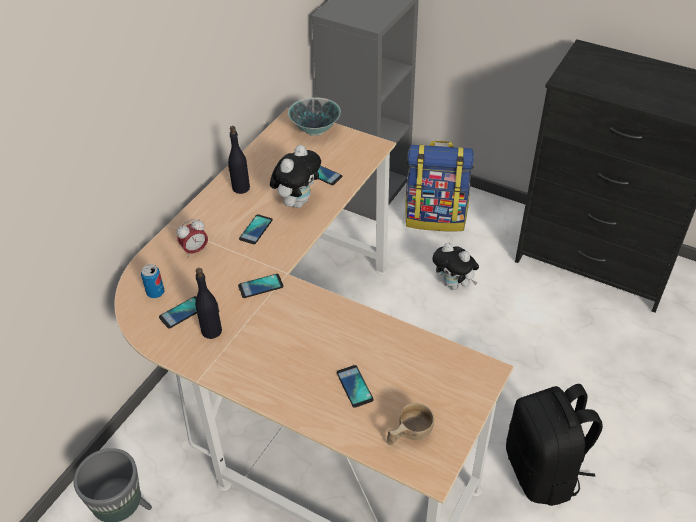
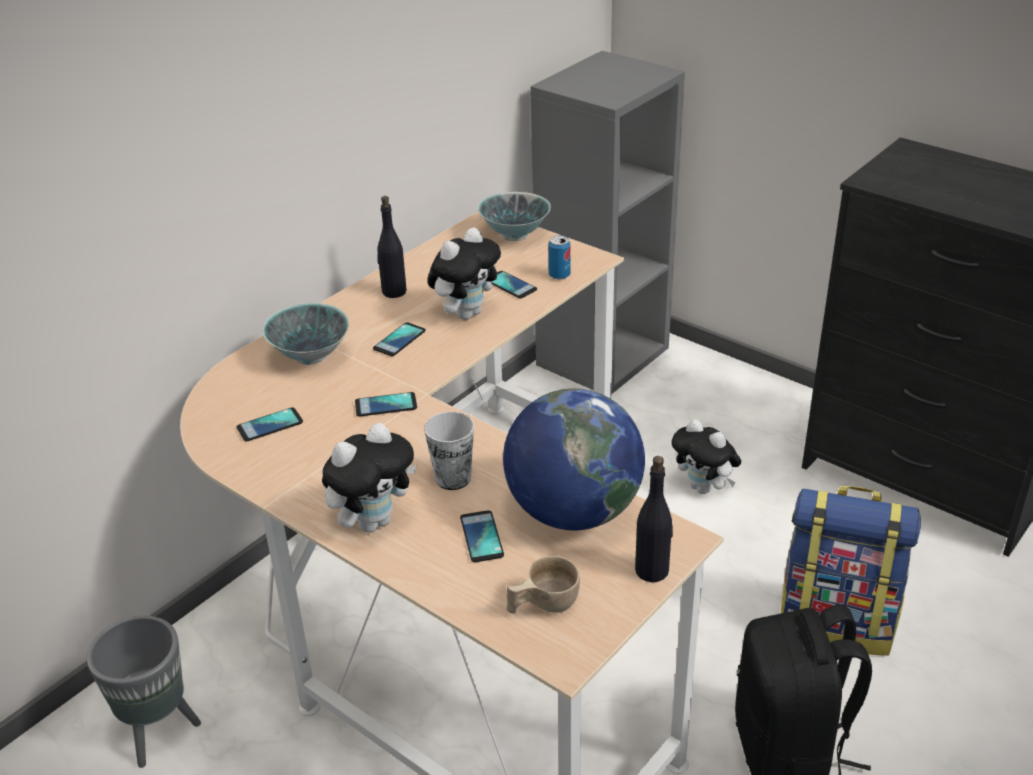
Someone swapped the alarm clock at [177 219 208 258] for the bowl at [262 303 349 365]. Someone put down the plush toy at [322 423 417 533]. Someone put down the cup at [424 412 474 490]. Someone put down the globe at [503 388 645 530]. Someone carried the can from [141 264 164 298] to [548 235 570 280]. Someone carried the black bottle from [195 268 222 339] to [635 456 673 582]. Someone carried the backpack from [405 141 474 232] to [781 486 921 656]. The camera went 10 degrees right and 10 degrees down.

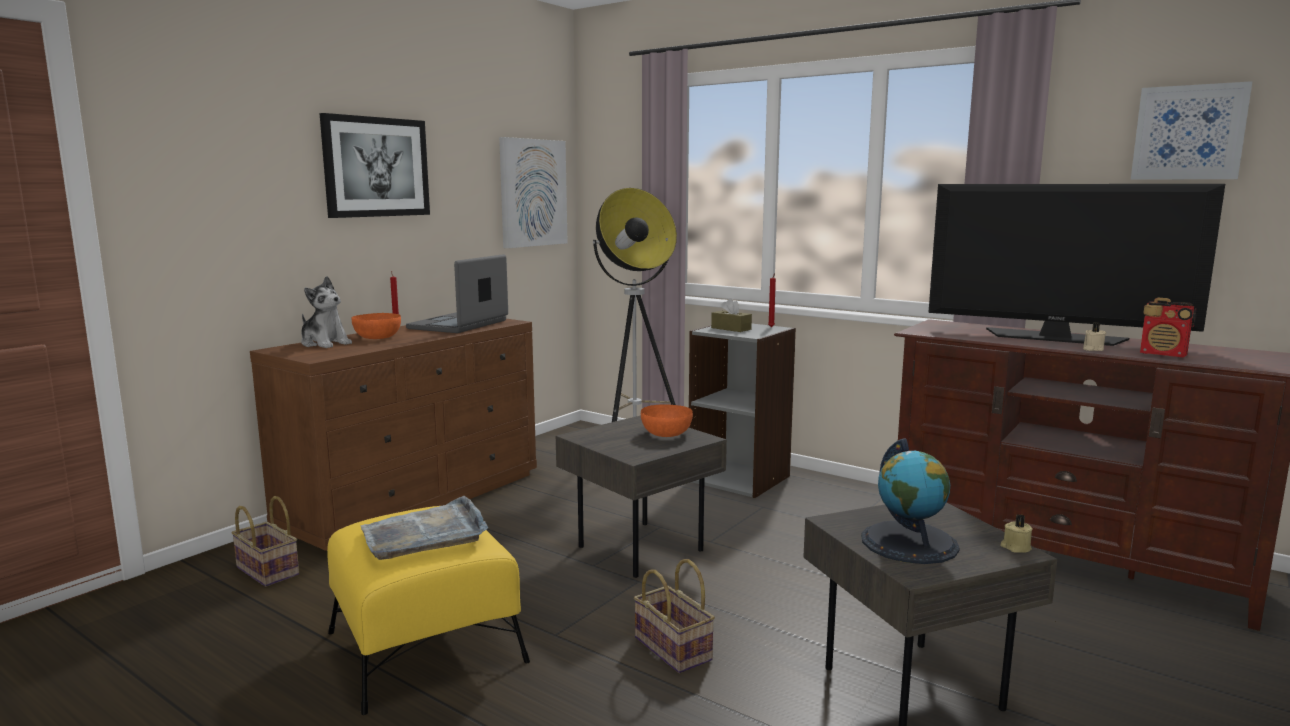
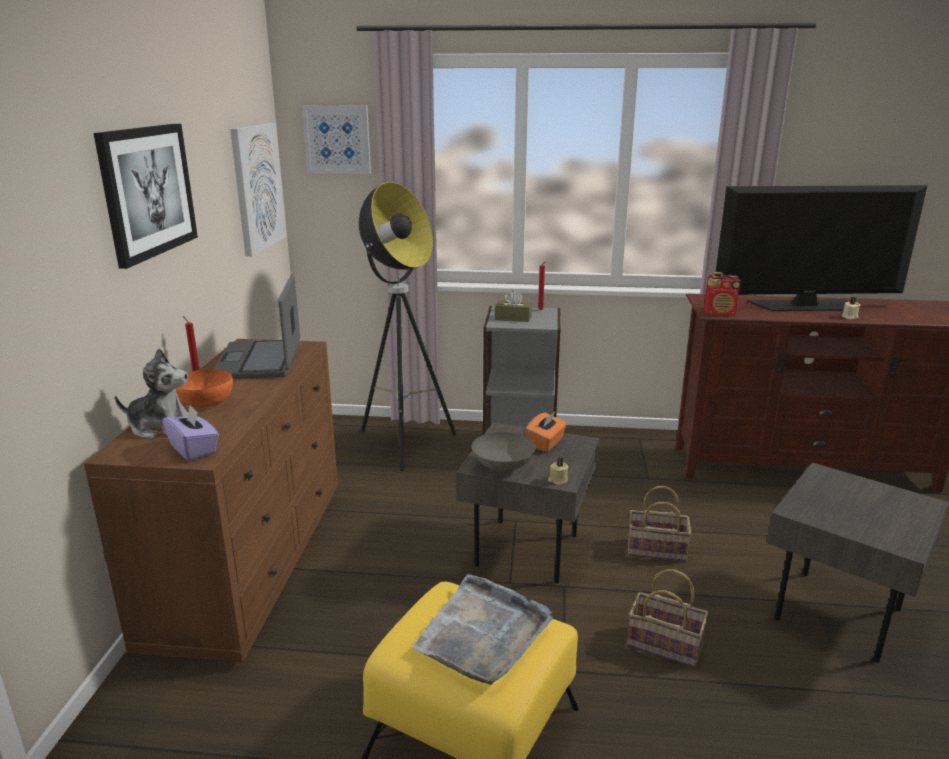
Someone put down the purple tissue box at [163 405 219 461]. Someone carried the picture from [1131 81 1252 180] to [302 105 371 174]. Someone put down the grey bowl at [471 432 536 472]. Someone swapped the orange bowl at [641 404 693 437] for the orange tissue box at [525 411 567 452]. Someone carried the beige candle from [1000 514 1033 553] to [548 458 568 485]. Someone carried the basket from [231 496 299 587] to [628 486 691 562]. Someone carried the radio from [1140 298 1197 357] to [704 272 741 315]. Someone took away the globe at [861 438 960 564]. The camera went 30 degrees left and 10 degrees up.

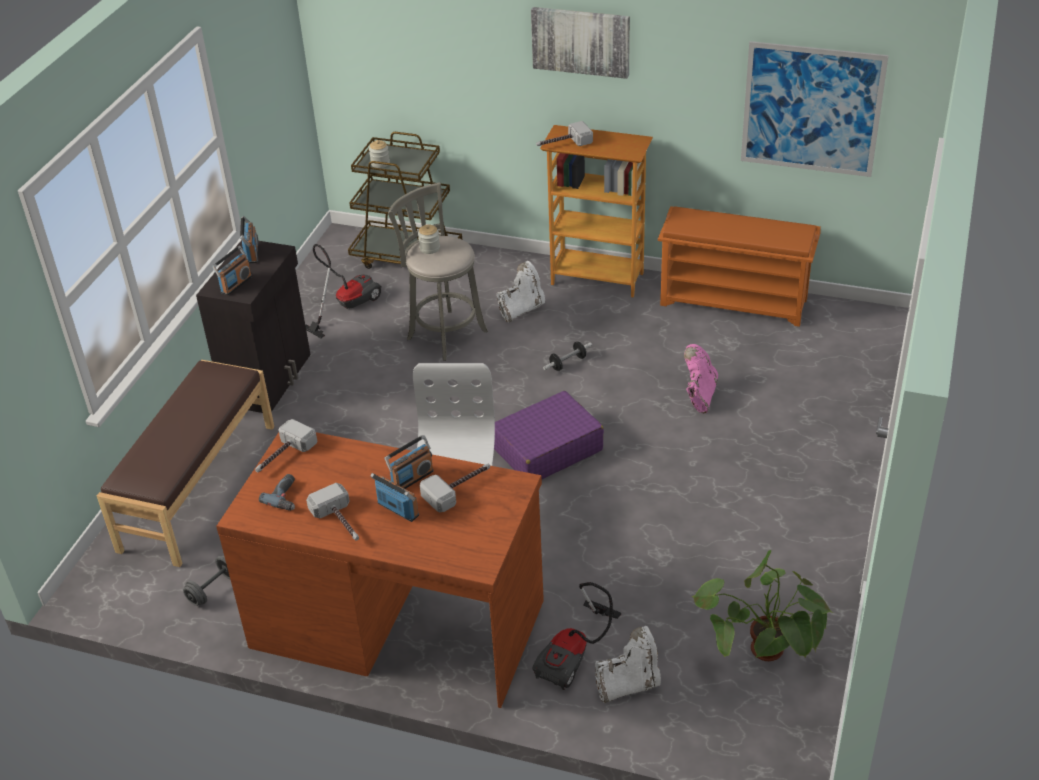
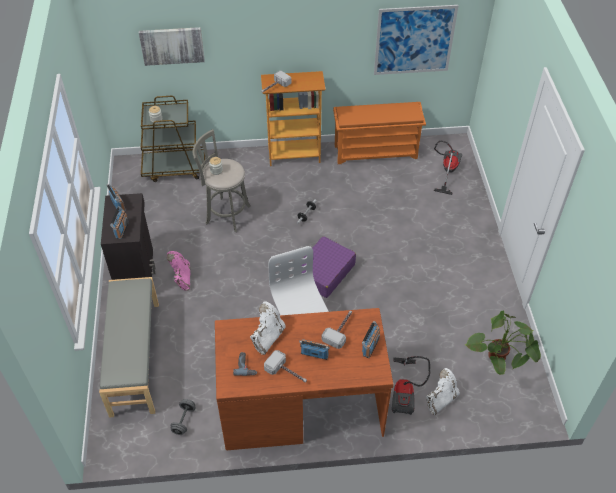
Someone repainted the brown bench at [97 360 274 567], which became the grey bench at [99 277 159 418]. Someone carried the picture from [531 7 630 79] to [139 27 205 66]. Someone carried the pink boot from [684 344 718 414] to [167 251 190 291]. Someone carried the white boot from [497 261 545 322] to [250 301 286 355]. Someone carried the radio from [385 435 433 489] to [362 321 380 358]. Someone carried the vacuum cleaner from [305 244 382 338] to [434 141 463 195]. Someone took away the hammer at [255 419 317 472]. The camera went 25 degrees left and 10 degrees up.

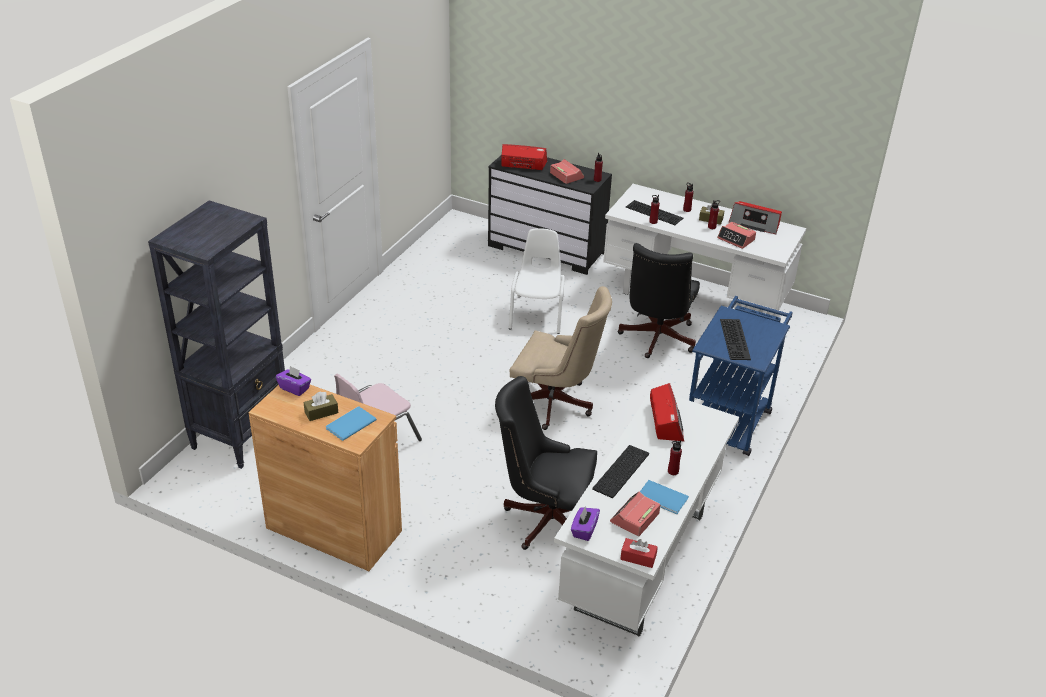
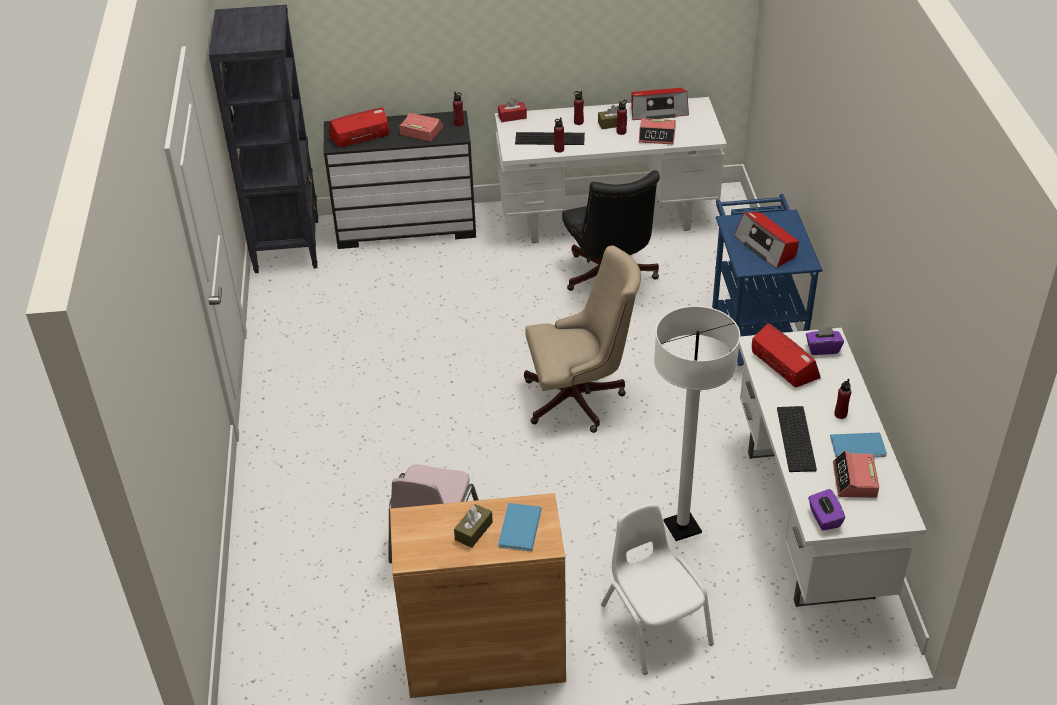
Someone carried the black bookcase from [148 200 285 469] to [209 5 318 273]. Someone carried the red tissue box from [620 538 658 568] to [498 98 527 122]. Someone carried the white chair from [509 228 565 334] to [601 503 714 675]. Someone swapped the black office chair at [495 376 597 550] for the white floor lamp at [654 306 740 541]. Someone swapped the keyboard at [720 319 751 360] for the radio at [734 212 799 268]. Someone carried the purple tissue box from [276 366 311 396] to [806 327 844 355]. The camera went 30 degrees left and 5 degrees up.

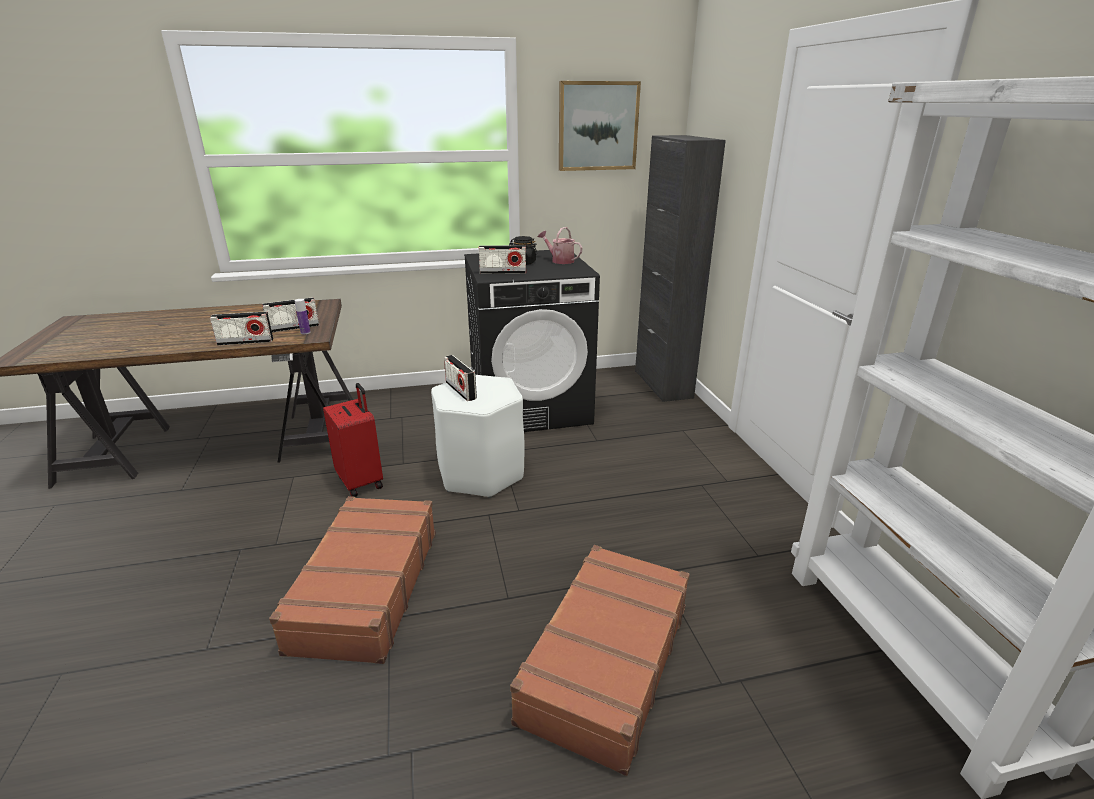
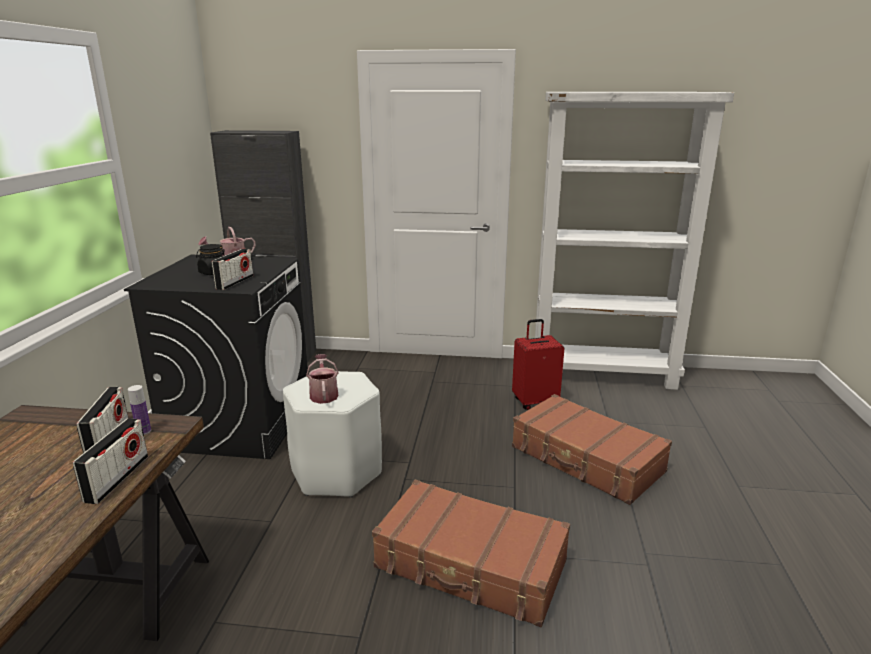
Someone swapped the radio at [444 355 477 401] for the watering can at [306 354 338 404]. Someone carried the red suitcase from [323 383 383 497] to [512 319 564 410]. Someone took away the picture at [559 81 641 171]. The camera went 70 degrees left and 5 degrees down.

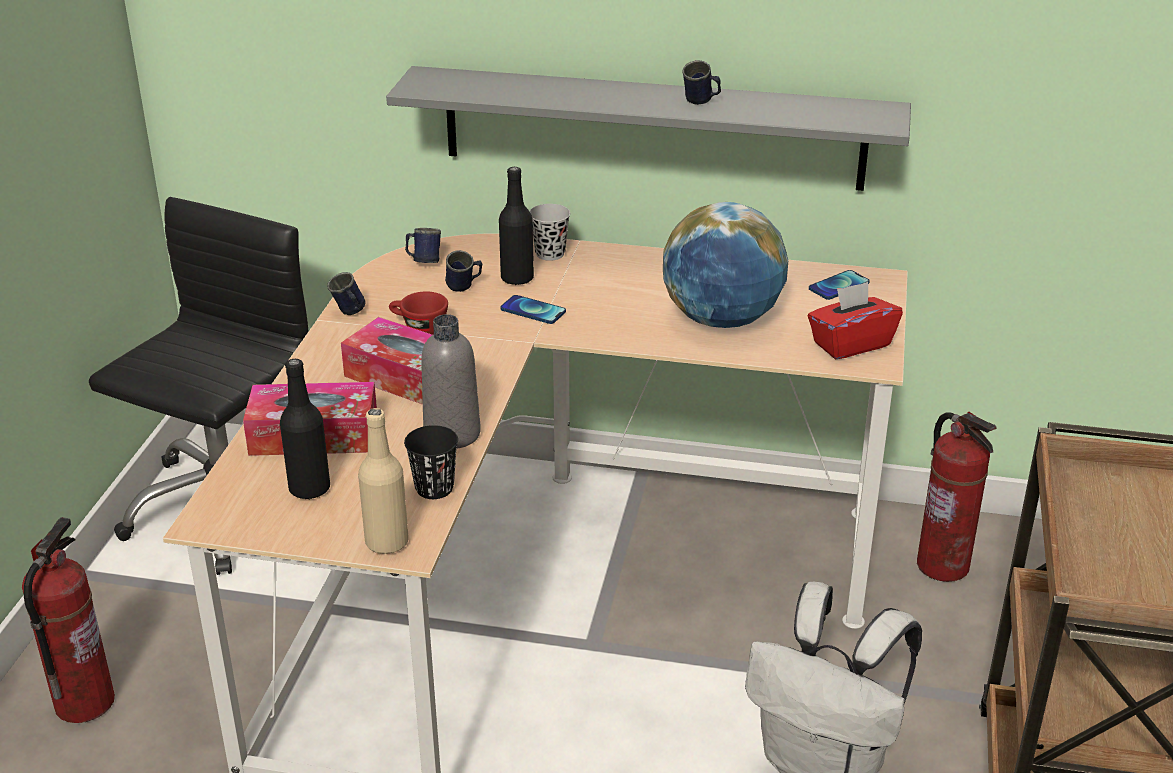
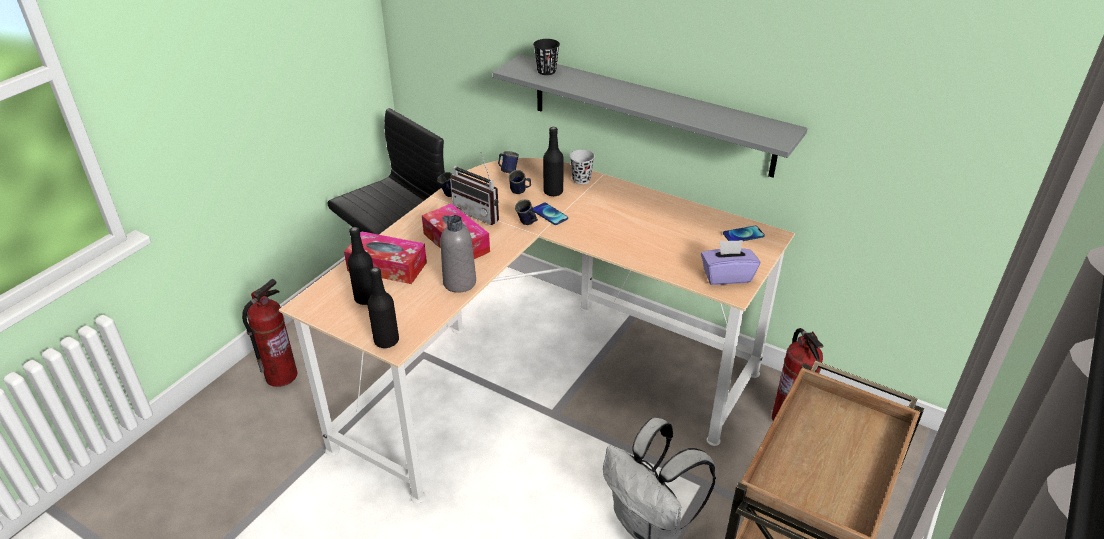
Someone repainted the beige bottle at [358 408 409 554], which became the black bottle at [367 267 399 348]. Someone swapped the red cup at [389 291 448 335] for the radio at [450 152 499 225]. Someone carried the blue mug from [682 60 721 105] to [515 199 538 225]. Someone carried the black cup from [404 425 458 499] to [533 39 560 75]. Someone repainted the red tissue box at [808 282 903 359], which became the purple tissue box at [701 240 760 285]. Someone took away the globe at [663 202 788 328]. The camera went 20 degrees right and 5 degrees up.

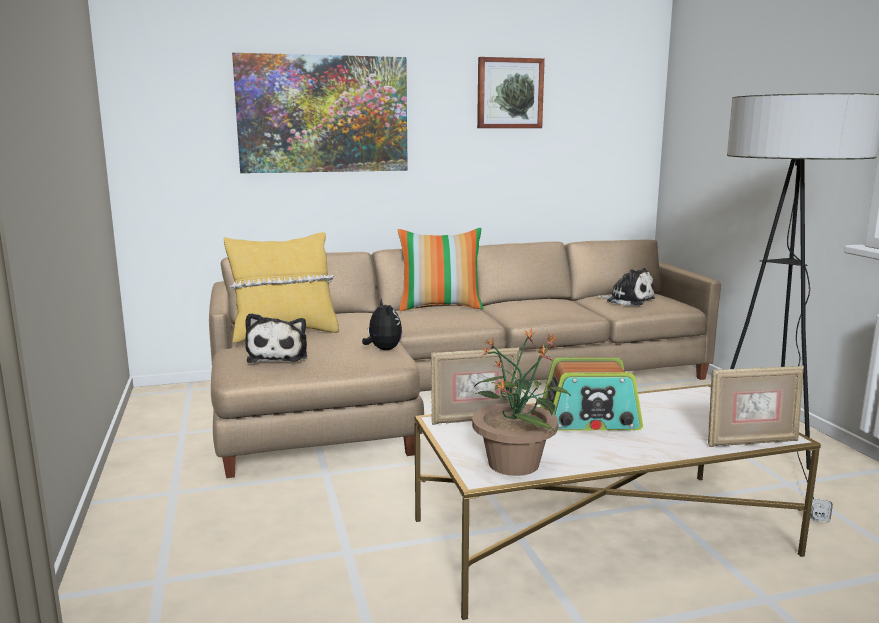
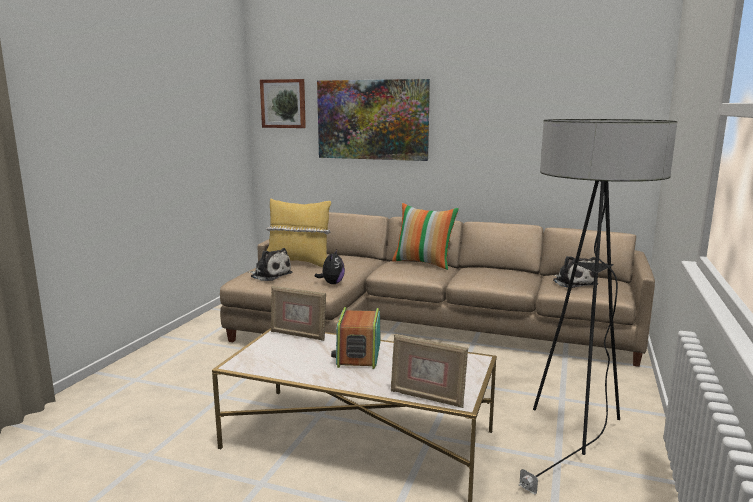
Someone rotated the plush toy at [245 313 307 363] by 90 degrees counterclockwise. Someone carried the picture from [477 57 545 128] to [260 79 306 128]. Someone rotated the radio at [540 357 643 431] by 60 degrees clockwise. Someone took away the potted plant at [472 328 570 476]. The camera went 35 degrees right and 0 degrees up.

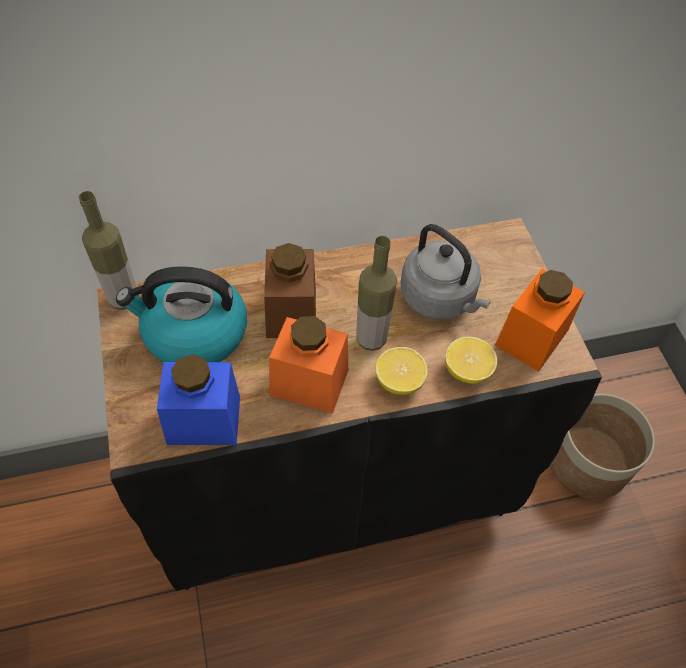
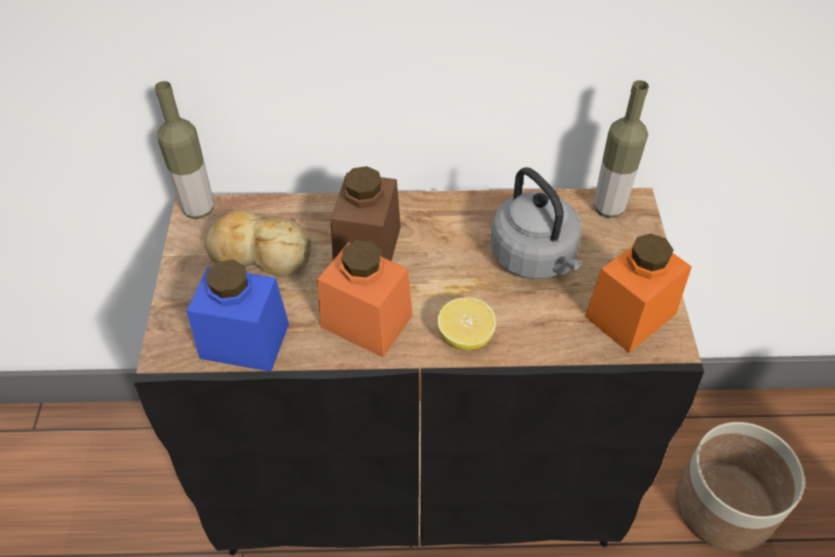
Someone swapped the kettle at [116 266 247 362] for the bread at [205 210 312 276]. Someone carried the bottle from [356 236 397 351] to [594 80 649 218]. Someone took away the lemon at [445 336 497 384]. The camera went 15 degrees right and 5 degrees down.

